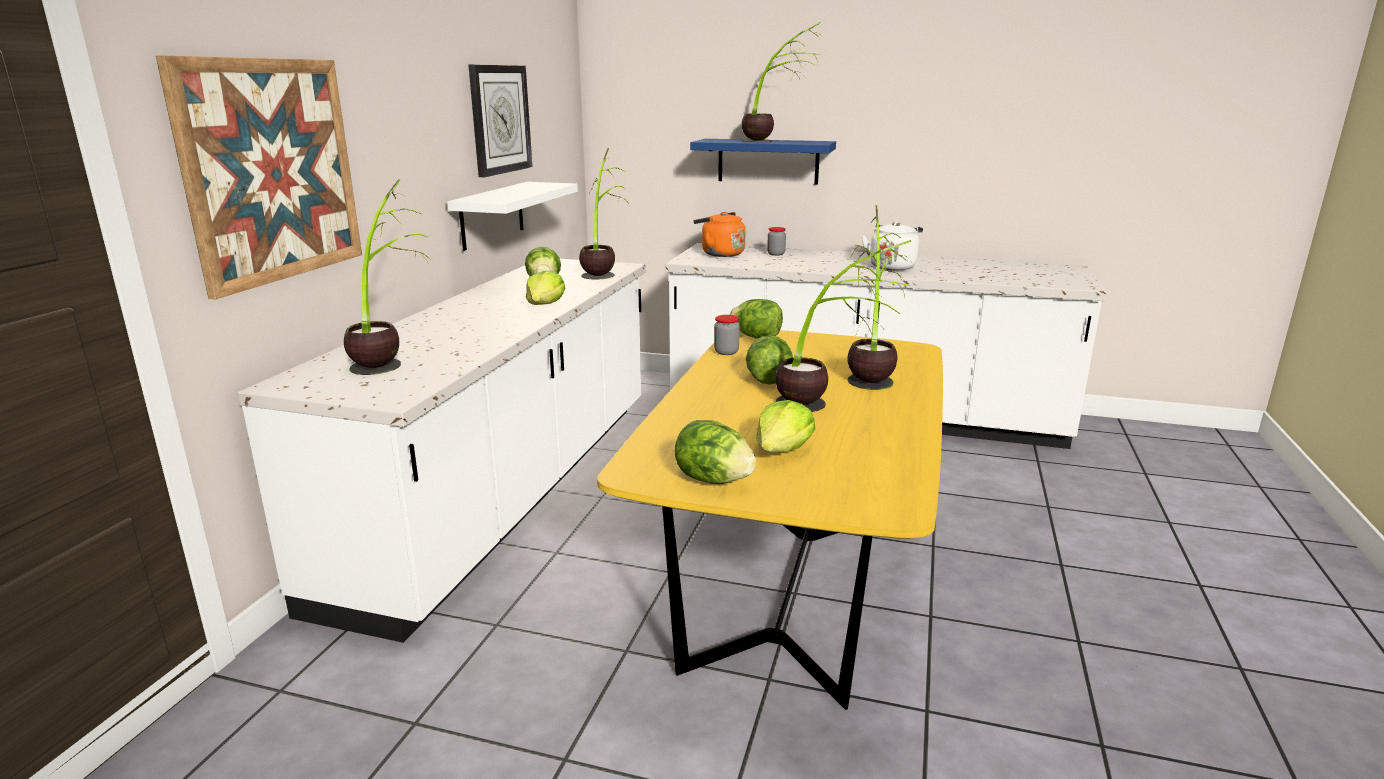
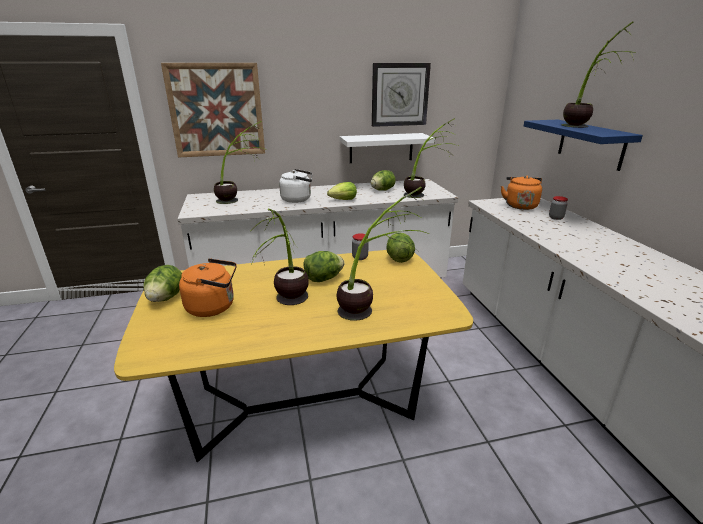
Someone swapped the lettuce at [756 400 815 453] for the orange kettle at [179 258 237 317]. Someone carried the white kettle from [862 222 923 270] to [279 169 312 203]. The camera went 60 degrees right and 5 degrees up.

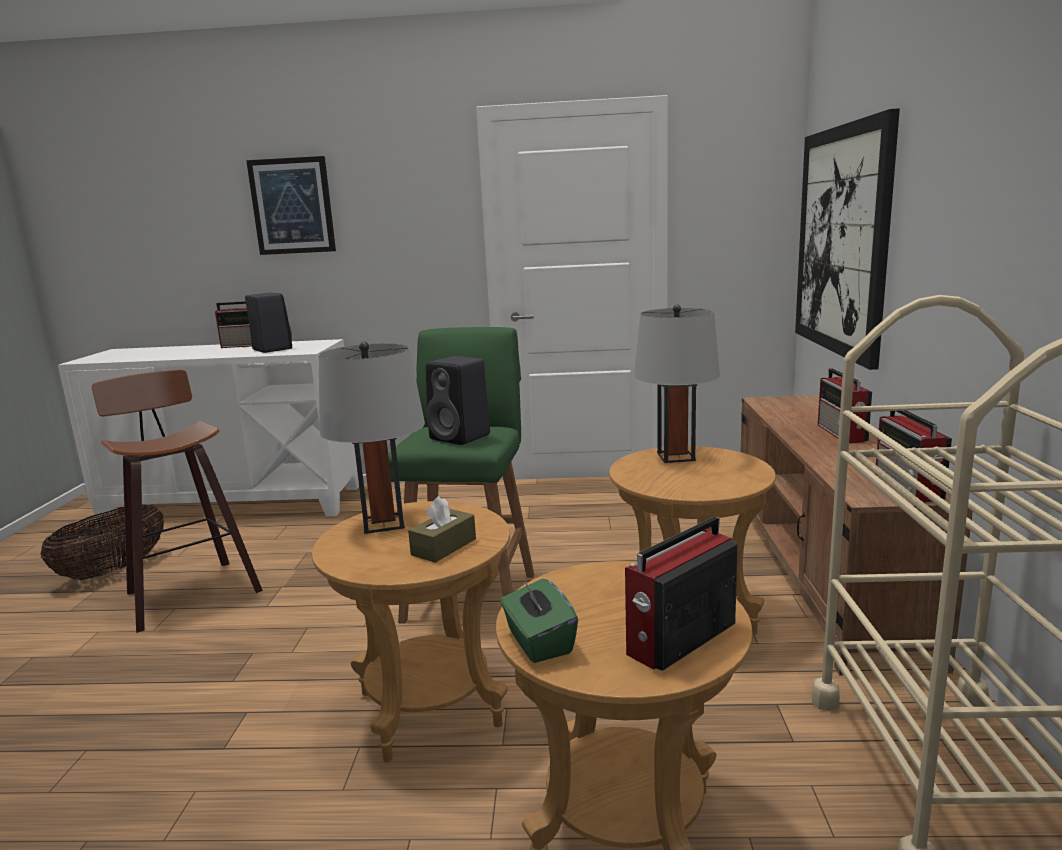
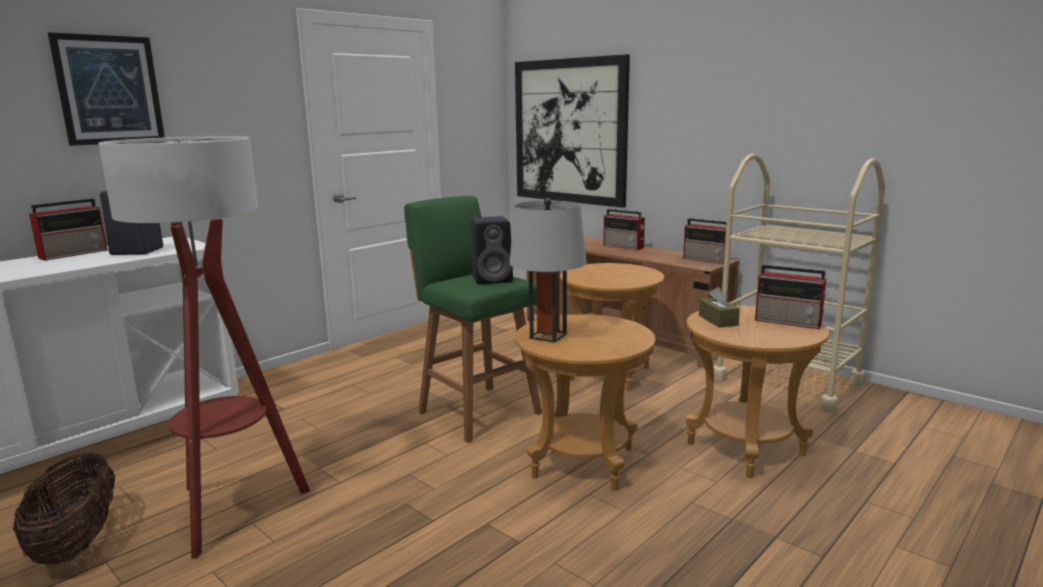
Someone swapped the stool at [91 370 263 633] for the floor lamp at [98 136 310 559]. Someone carried the brown tissue box from [408 496 476 563] to [699 287 740 328]. Someone rotated the radio at [625 517 738 671] by 60 degrees counterclockwise. Someone took away the green tissue box at [500 578 578 663]. Someone took away the grey table lamp at [634 304 720 463]. The camera went 50 degrees left and 0 degrees up.

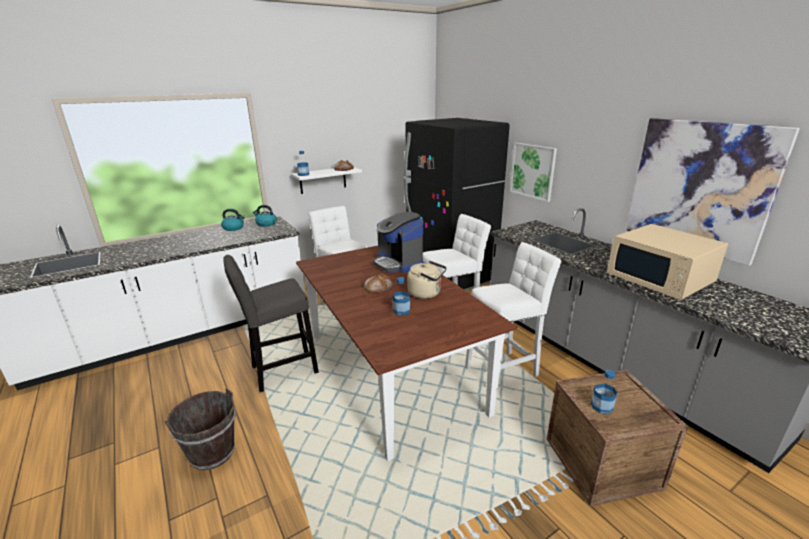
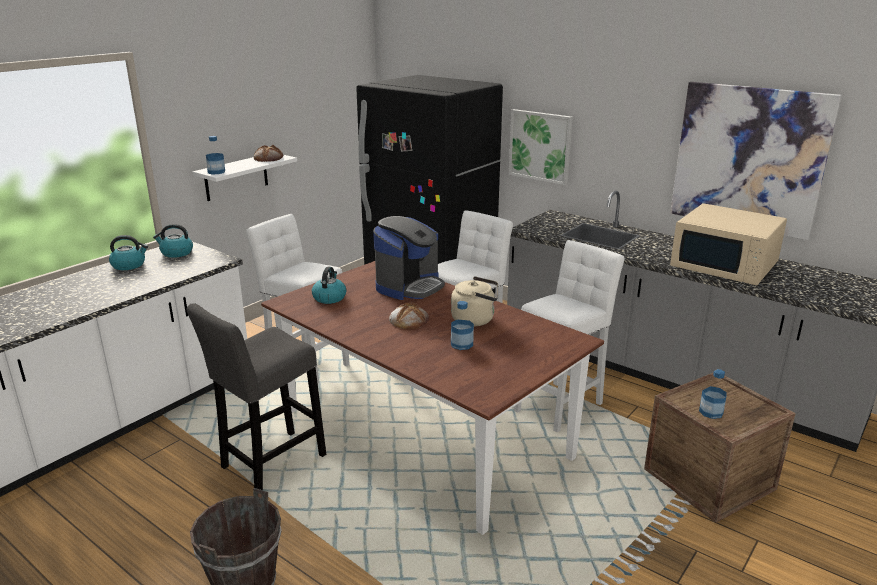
Someone put down the kettle at [312 267 346 304]. Someone rotated the coffee machine at [373 212 423 273] by 90 degrees counterclockwise. The camera went 20 degrees left and 0 degrees up.

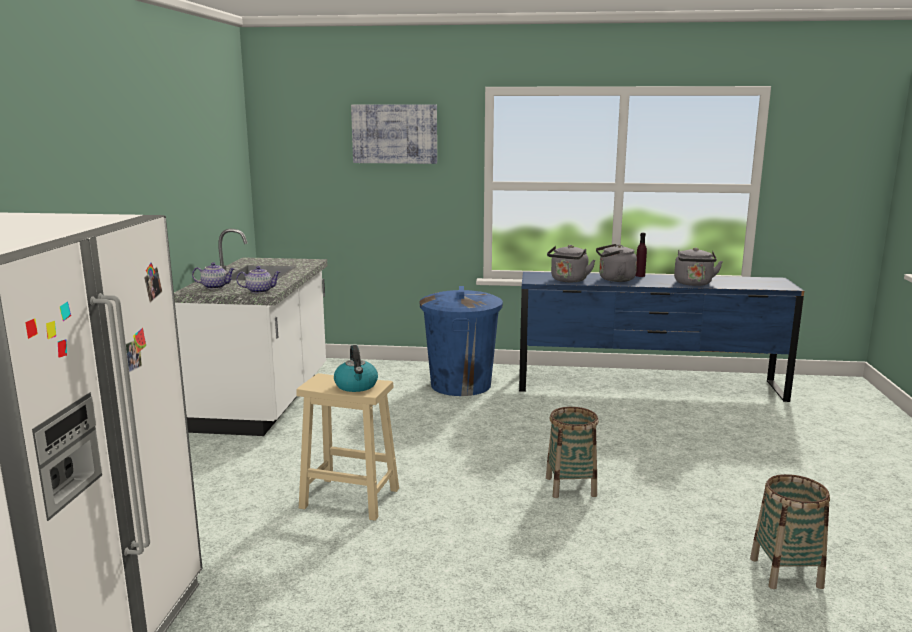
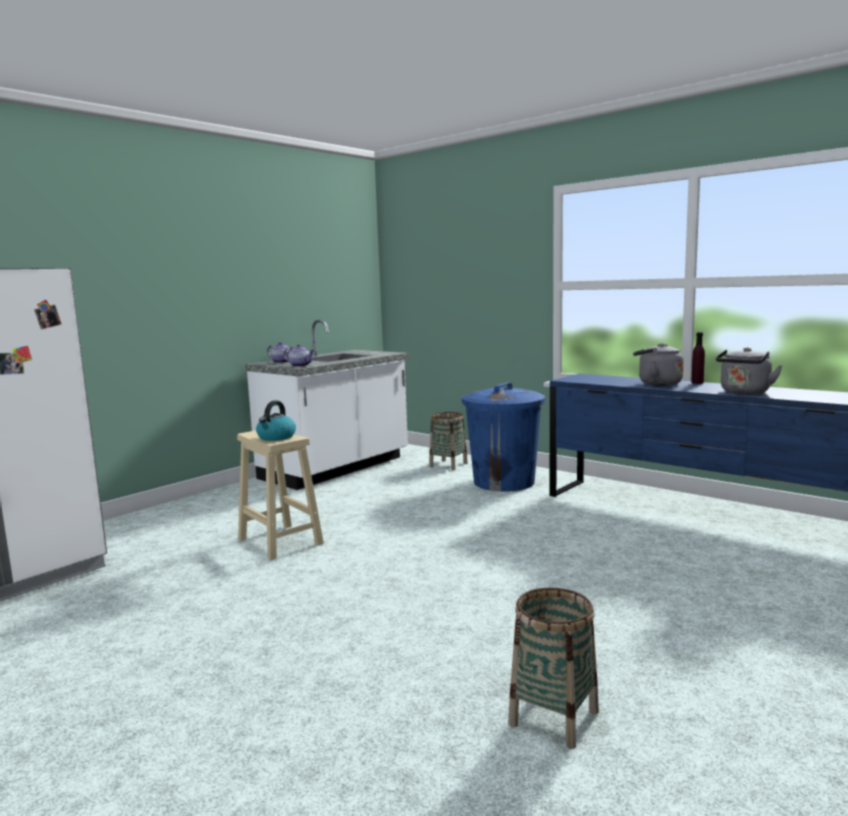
Someone carried the basket from [546 407 599 498] to [429 412 467 470]. Someone took away the picture at [351 105 437 164]. Someone took away the grey kettle at [547 245 595 282]. The camera went 35 degrees right and 5 degrees down.

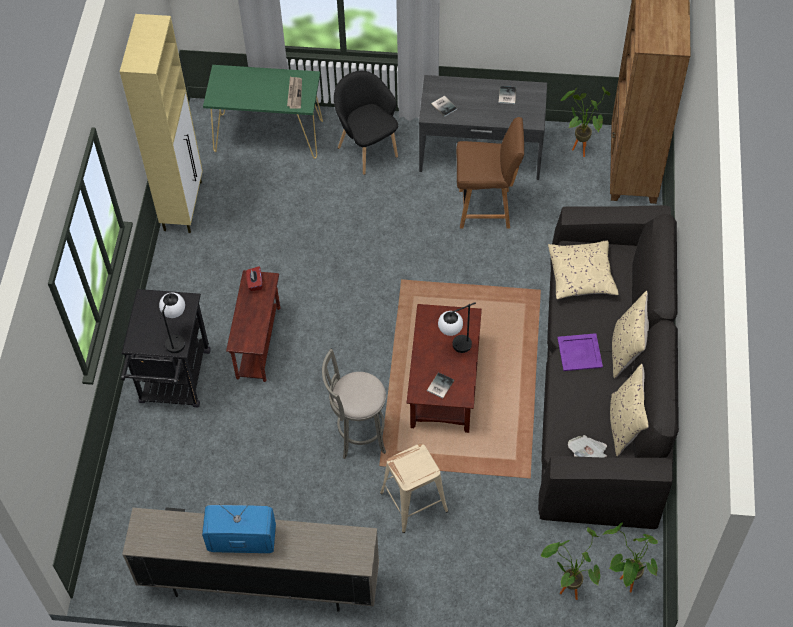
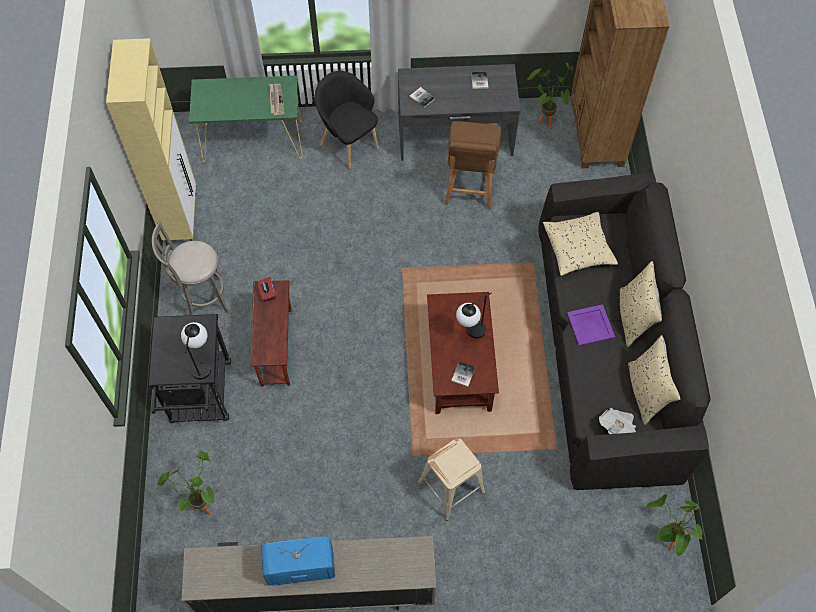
Someone carried the grey stool from [322 349 386 459] to [152 222 229 315]. Someone carried the potted plant from [541 527 600 600] to [157 451 215 515]. Someone rotated the brown chair at [456 117 524 229] by 105 degrees clockwise. The camera went 10 degrees left and 5 degrees up.

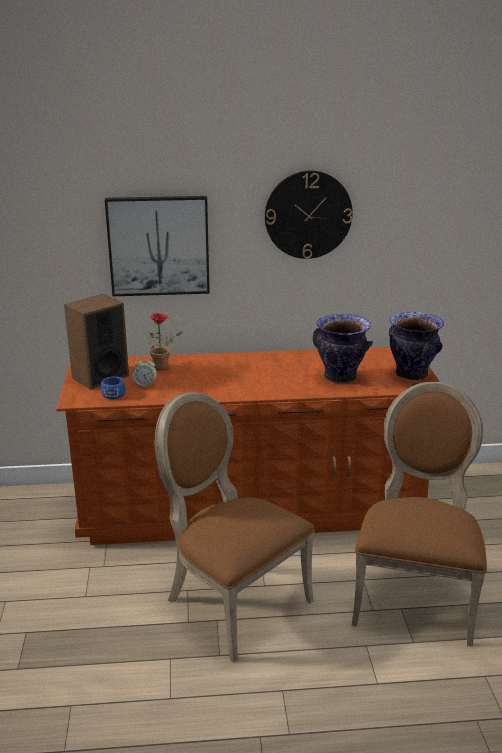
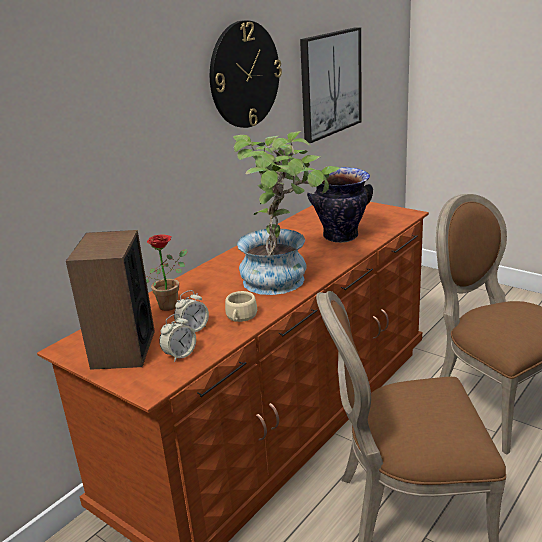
Someone swapped the blue cup at [101 376 126 399] for the alarm clock at [159 314 196 362]. Someone put down the beige cup at [225 291 257 322]. Someone put down the potted plant at [233 131 340 295]. Someone carried the picture from [105 196 210 296] to [300 27 362 143]. Someone took away the vase at [389 312 444 381]. The camera went 45 degrees left and 0 degrees up.

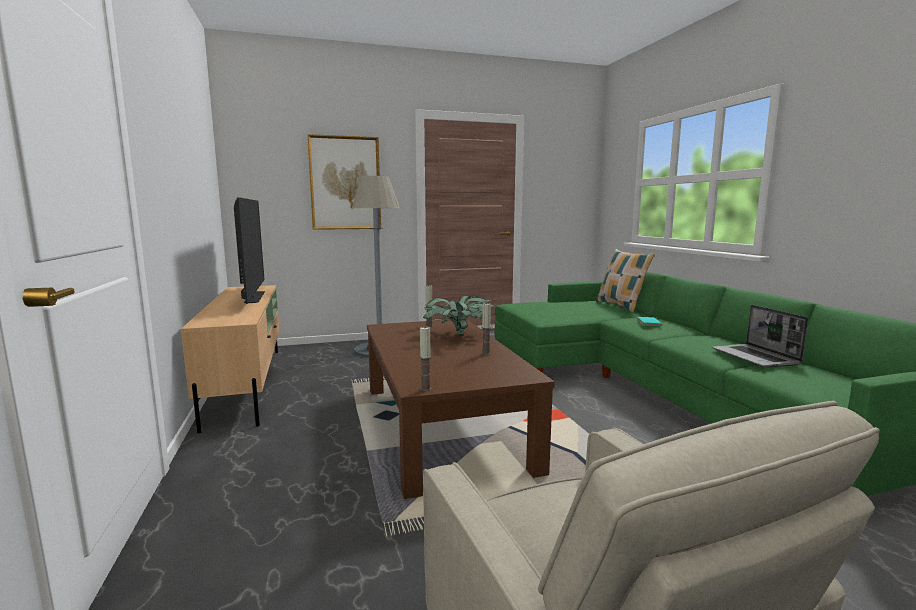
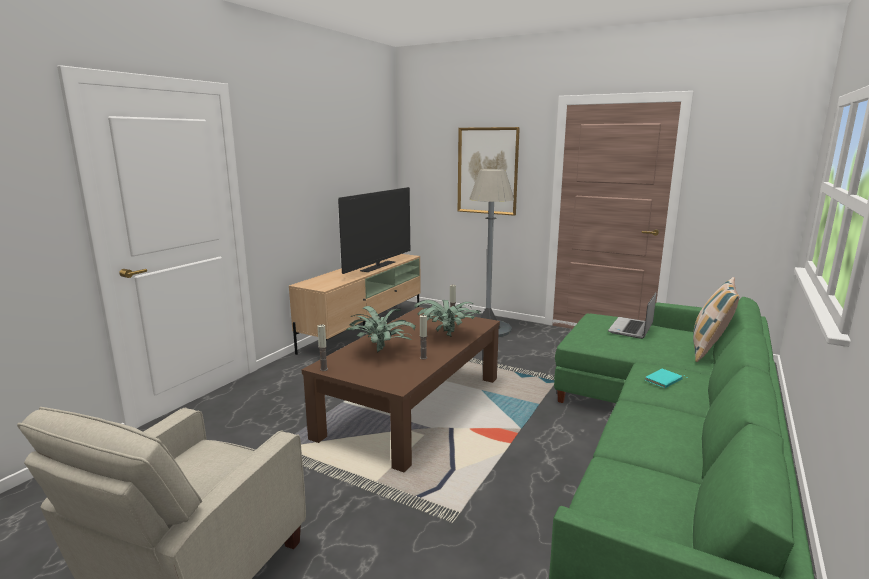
Someone put down the potted plant at [346 306 416 353]. Someone carried the laptop from [712 305 809 368] to [608 292 656 339]. The camera went 45 degrees right and 5 degrees up.

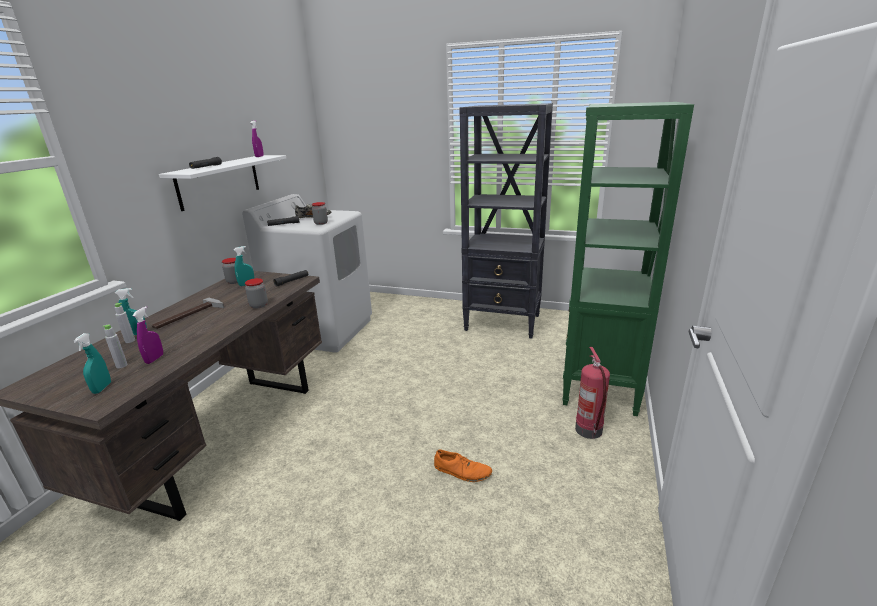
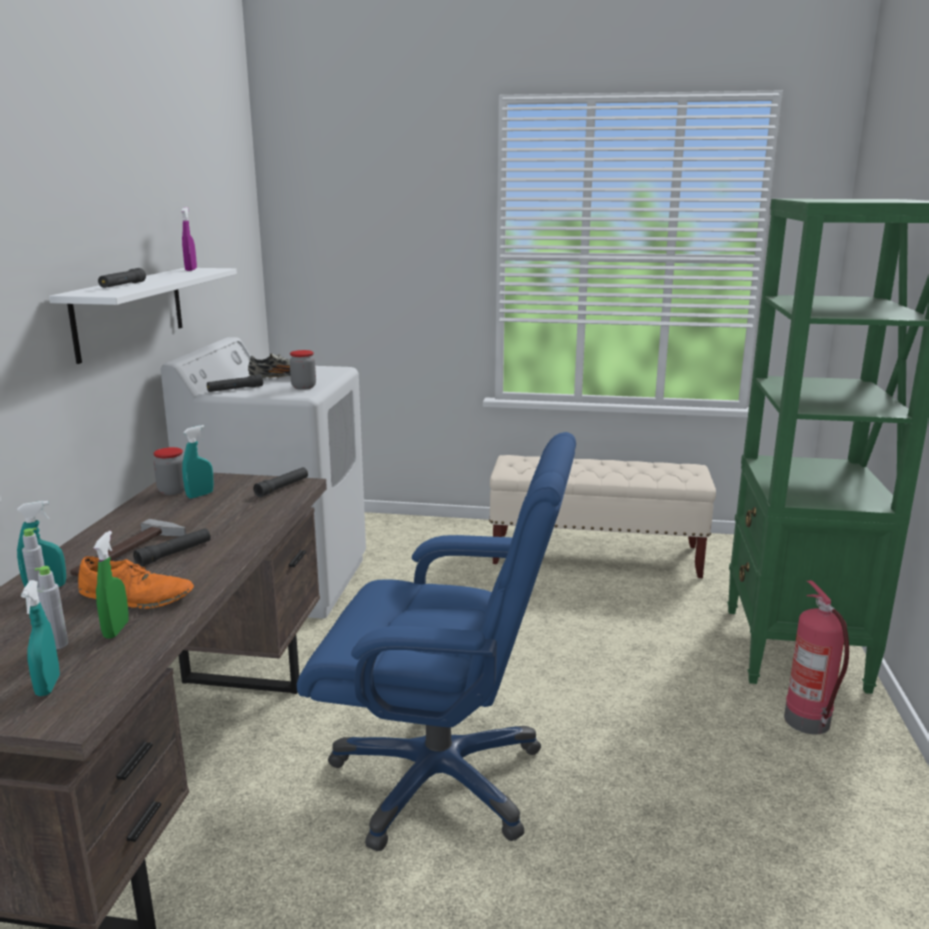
Someone carried the orange shoe from [434 449 492 482] to [78 556 194 609]. Someone repainted the purple spray bottle at [132 306 163 364], which became the green spray bottle at [94 531 129 639]. Someone put down the black flashlight at [133 528 211 567]. Someone put down the blue office chair at [297 432 576 852]. Someone swapped the black bookcase at [459 103 553 338] for the beige bench at [489 455 716 578]. Someone took away the jar at [245 278 268 309]. The camera went 10 degrees left and 5 degrees down.

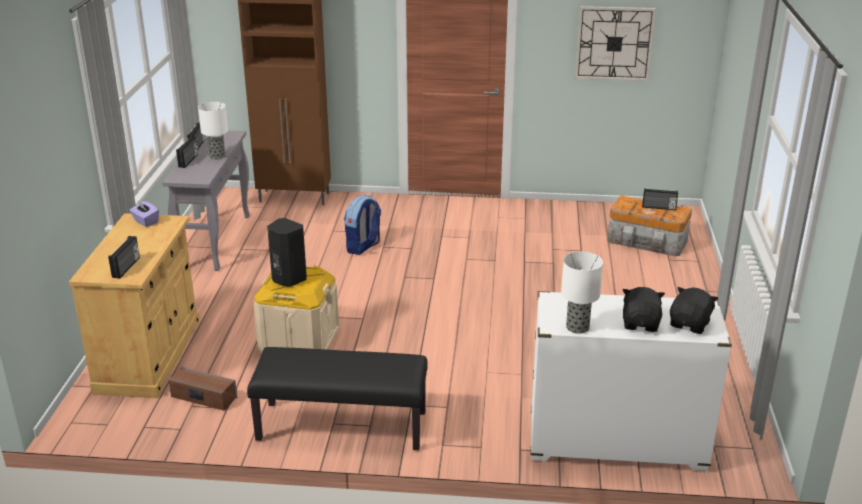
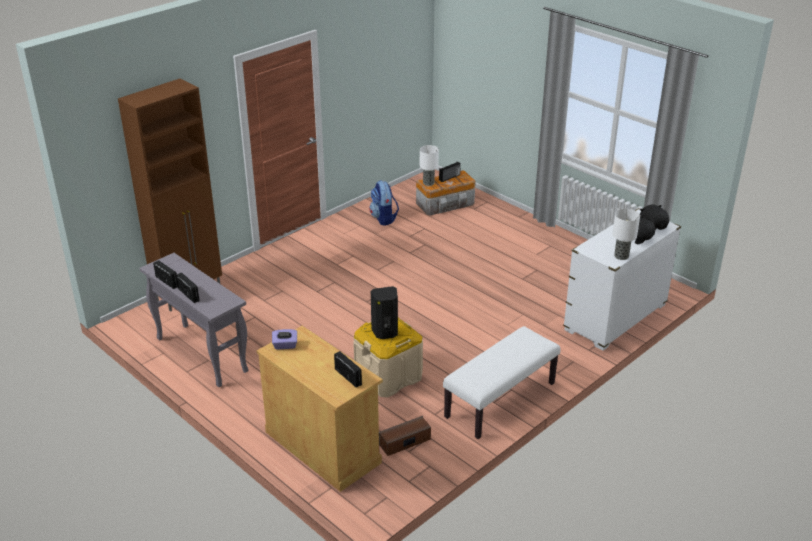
Someone carried the backpack from [344 195 381 255] to [369 181 399 226]. Someone carried the table lamp from [198 102 228 160] to [420 145 439 186]. Someone repainted the black bench at [247 347 428 450], which became the white bench at [443 326 560 439]. Someone took away the wall clock at [575 6 656 81]. The camera went 50 degrees left and 5 degrees up.

